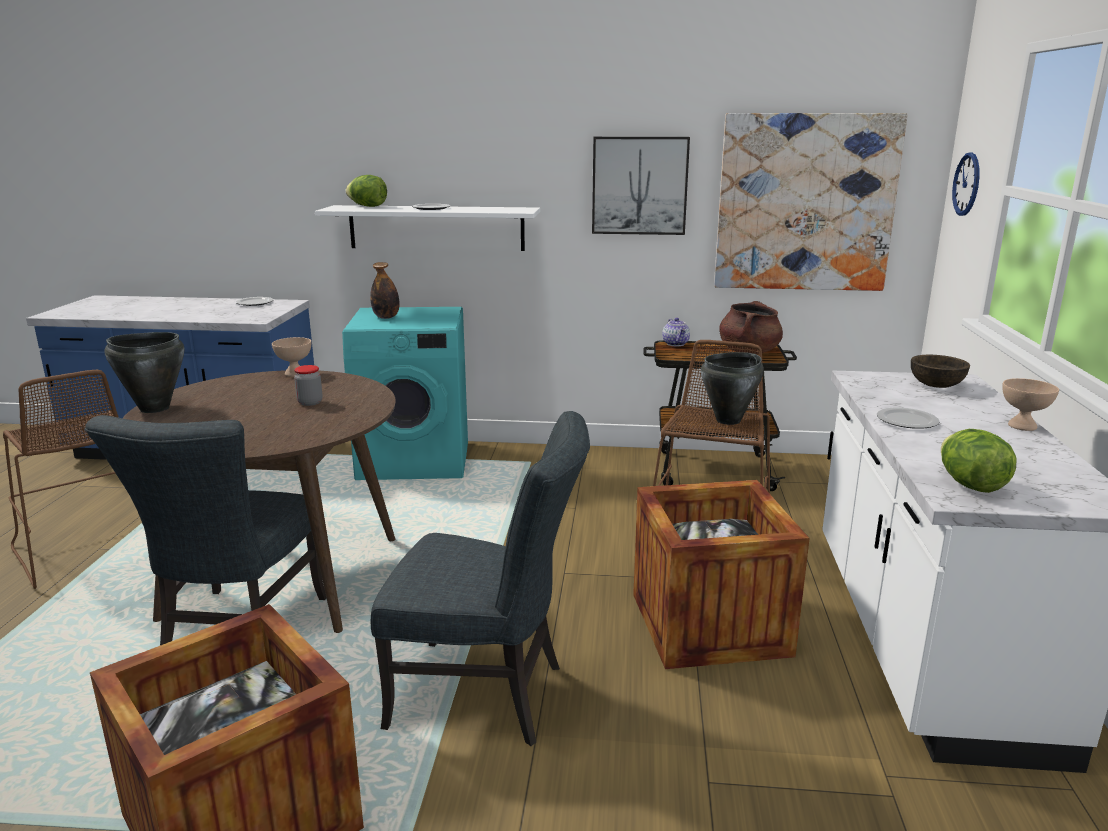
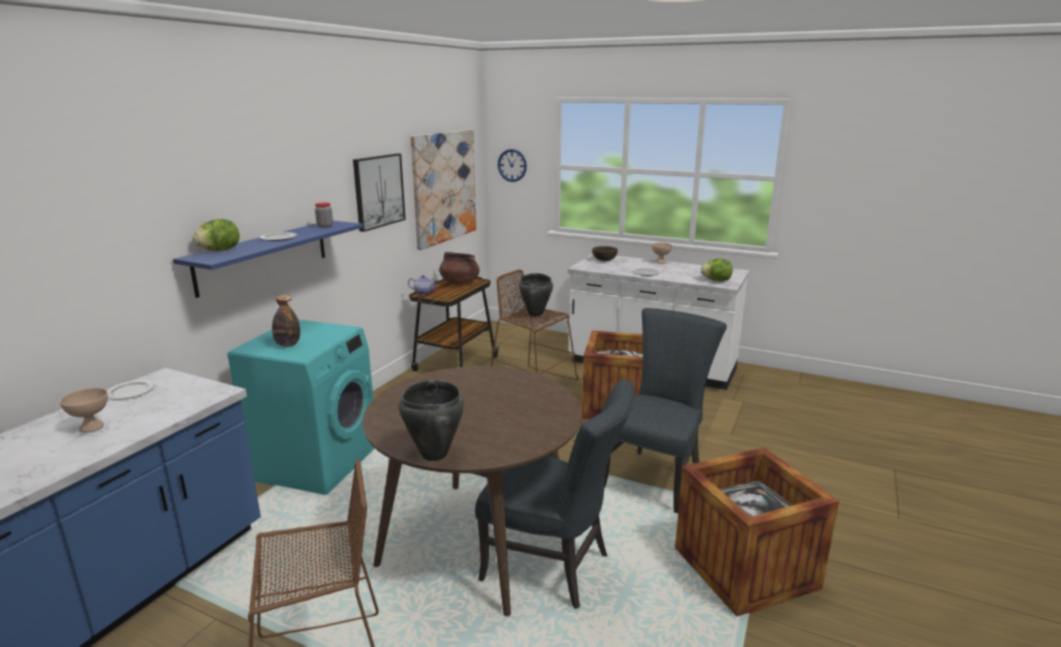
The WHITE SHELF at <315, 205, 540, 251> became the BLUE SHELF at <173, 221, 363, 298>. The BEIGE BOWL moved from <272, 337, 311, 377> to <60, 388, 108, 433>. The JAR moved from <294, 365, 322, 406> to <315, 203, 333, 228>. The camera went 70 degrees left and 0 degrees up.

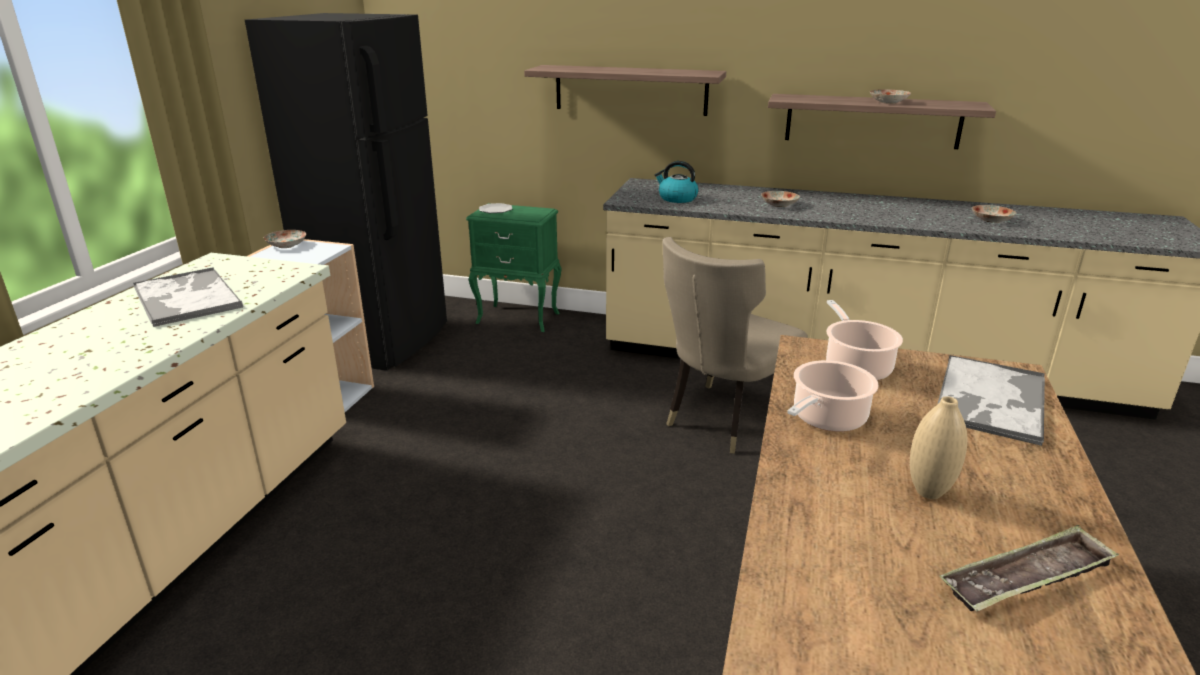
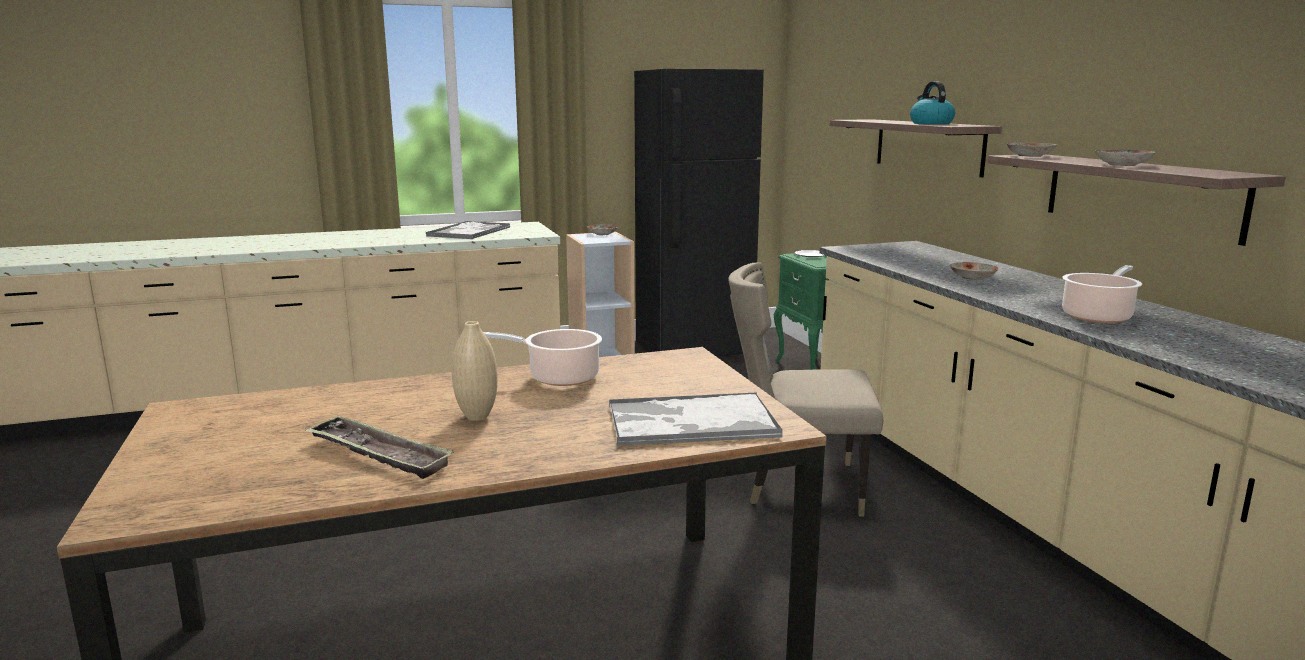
The KETTLE moved from <655, 161, 699, 203> to <910, 81, 955, 124>. The PLATE moved from <972, 205, 1016, 223> to <1007, 143, 1057, 157>. The COOKING POT moved from <826, 300, 903, 380> to <1062, 265, 1142, 323>. The camera went 55 degrees right and 10 degrees down.

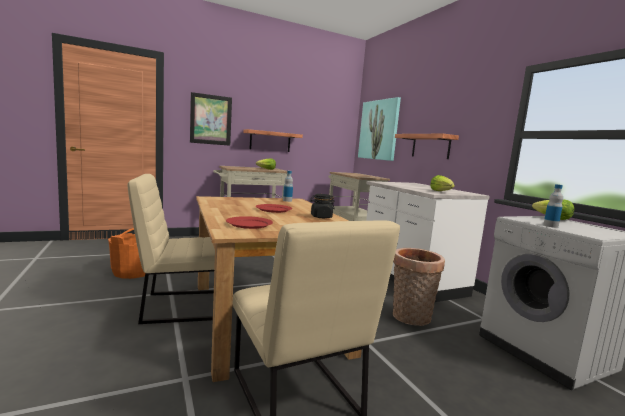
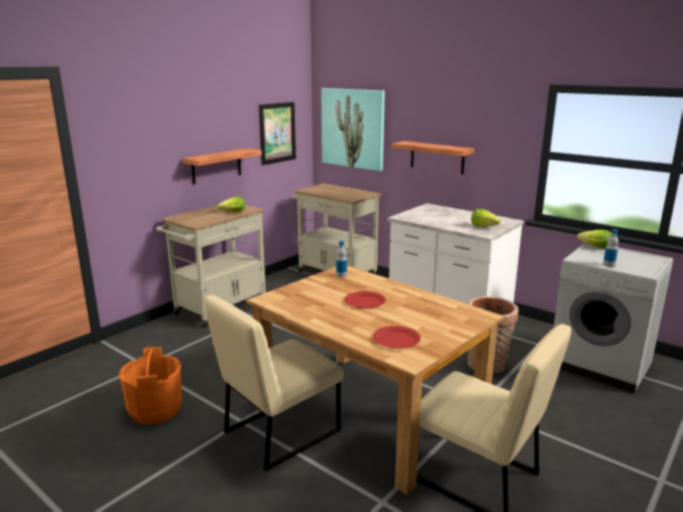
The PICTURE moved from <190, 92, 232, 146> to <259, 102, 296, 165>. The BLACK JAR at <310, 194, 335, 218> disappeared. The camera went 25 degrees left and 10 degrees up.

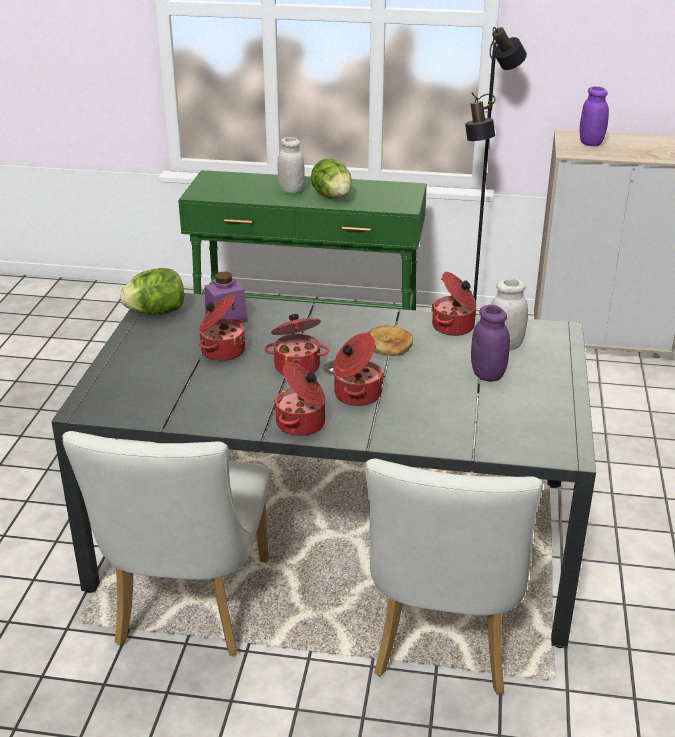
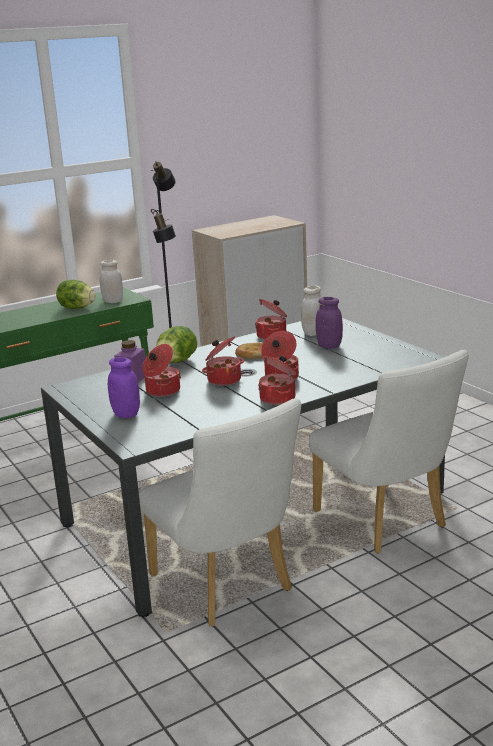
The PURPLE JAR moved from <580, 86, 609, 146> to <108, 357, 140, 418>. The WHITE JAR moved from <278, 137, 305, 194> to <100, 260, 123, 303>. The LETTUCE moved from <120, 268, 184, 315> to <156, 326, 197, 363>. The camera went 40 degrees left and 10 degrees down.

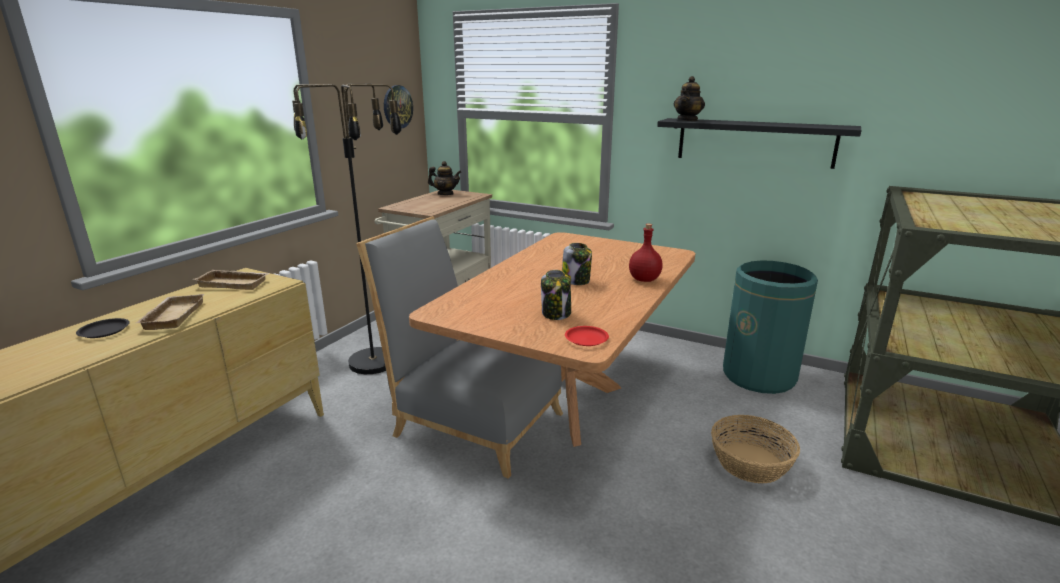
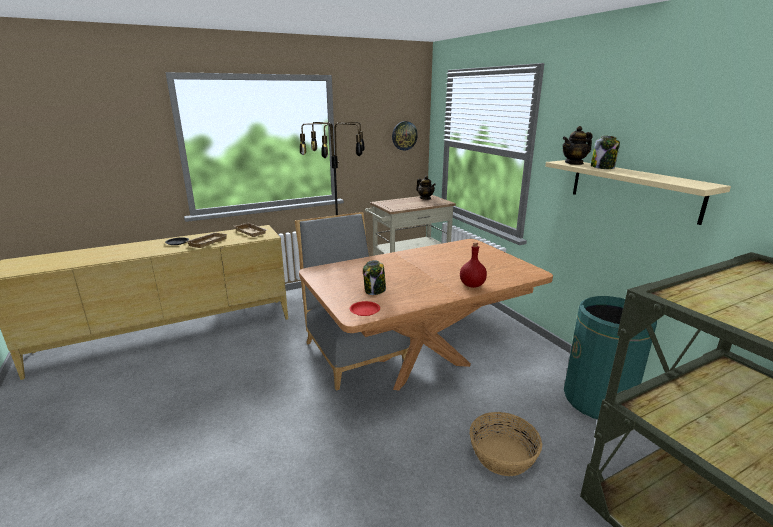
The BLACK SHELF at <657, 118, 862, 169> became the BEIGE SHELF at <545, 160, 731, 225>. The JAR moved from <562, 243, 592, 285> to <591, 136, 620, 169>. The camera went 35 degrees right and 0 degrees up.

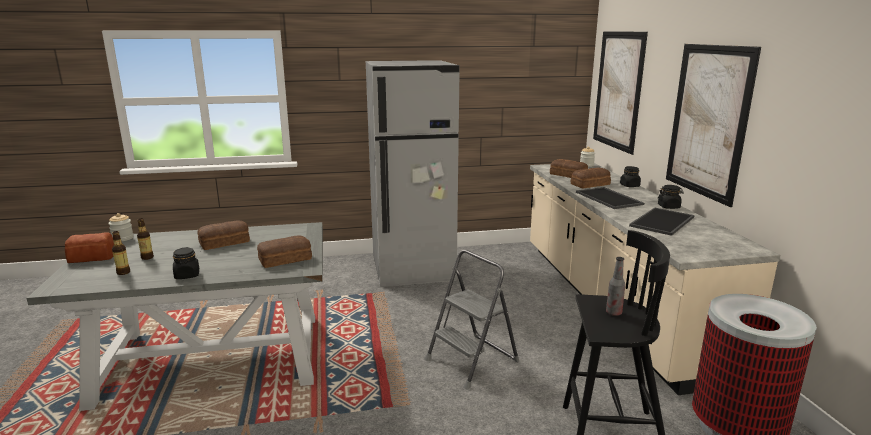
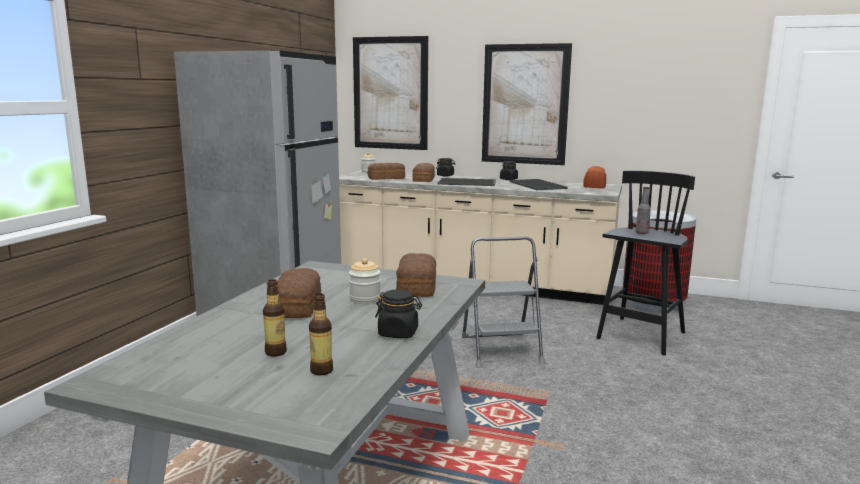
The JAR moved from <108, 213, 134, 241> to <349, 258, 381, 304>. The BREAD moved from <65, 232, 114, 263> to <583, 166, 606, 188>. The camera went 60 degrees left and 5 degrees down.

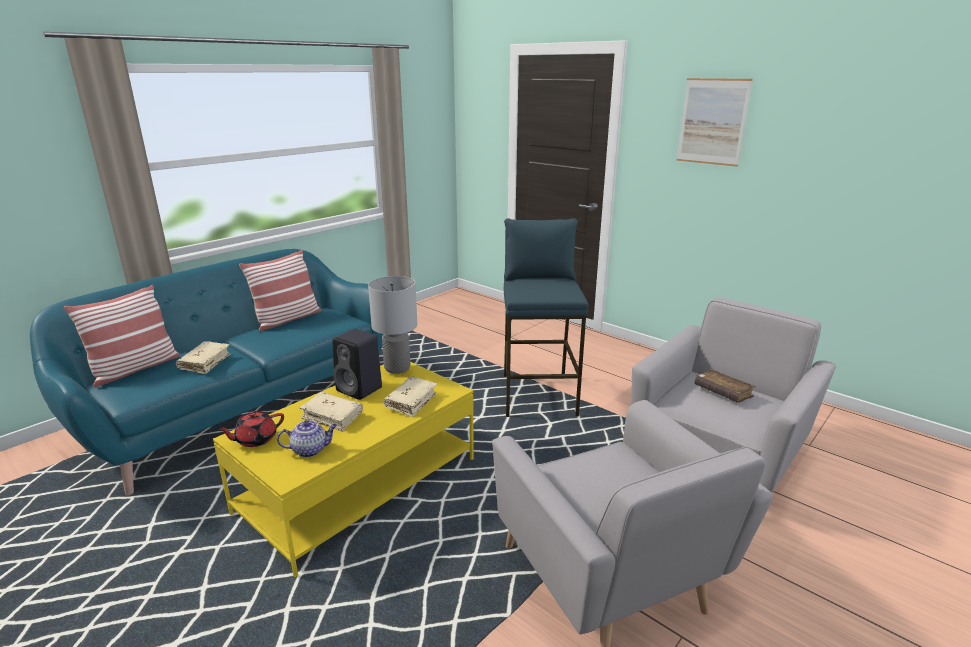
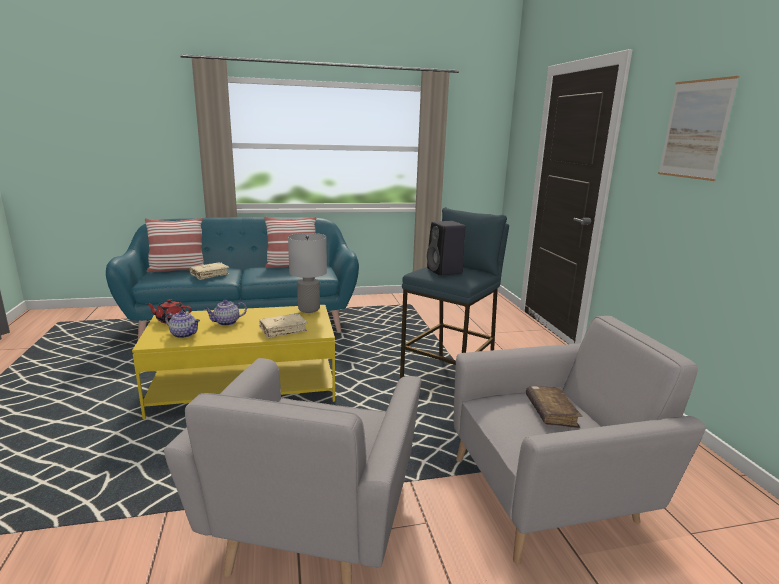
The BLACK SPEAKER moved from <333, 329, 382, 400> to <427, 221, 466, 276>. The BEIGE BOOK at <299, 392, 363, 432> was replaced by the TEAPOT at <204, 300, 247, 326>. The camera went 35 degrees right and 5 degrees down.

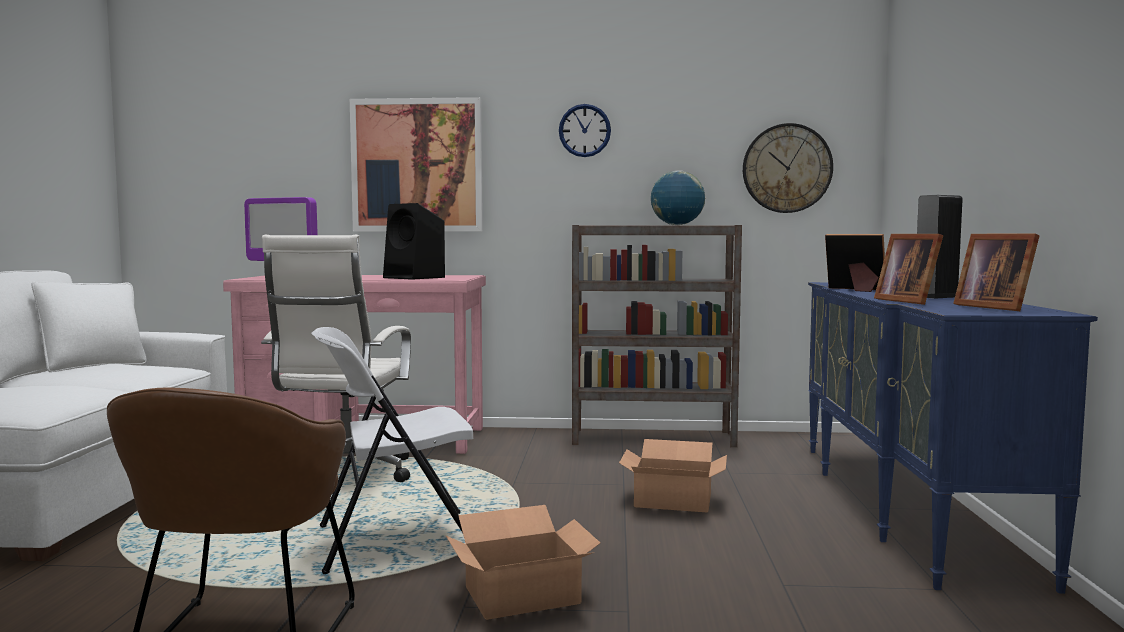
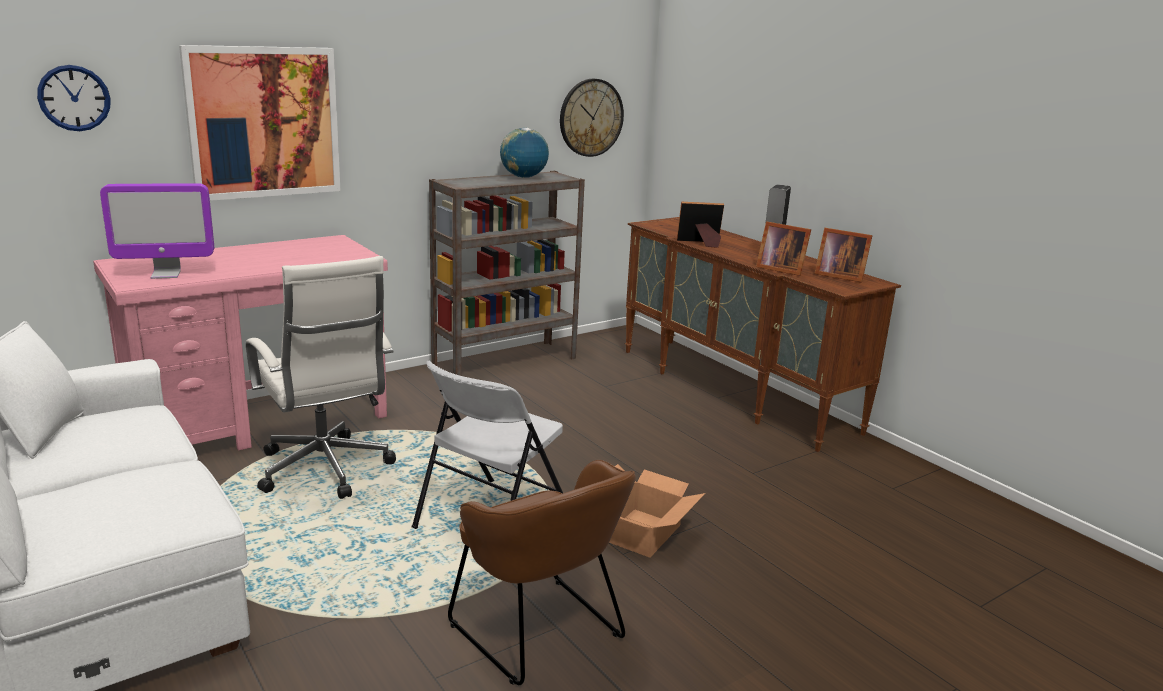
The WALL CLOCK moved from <559, 104, 611, 157> to <37, 65, 111, 131>. The BLACK SPEAKER at <383, 203, 445, 280> disappeared. The BLUE CABINET at <808, 282, 1098, 594> became the BROWN CABINET at <625, 217, 901, 452>. The CARDBOARD BOX at <619, 439, 727, 513> disappeared. The camera went 40 degrees left and 15 degrees up.

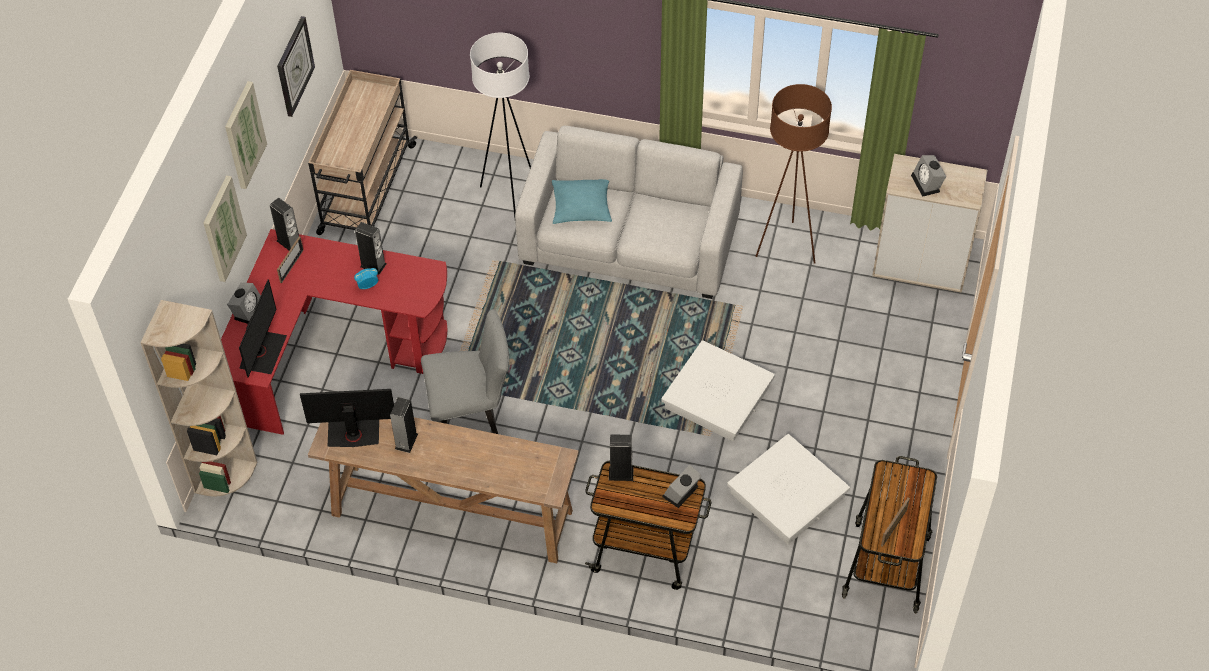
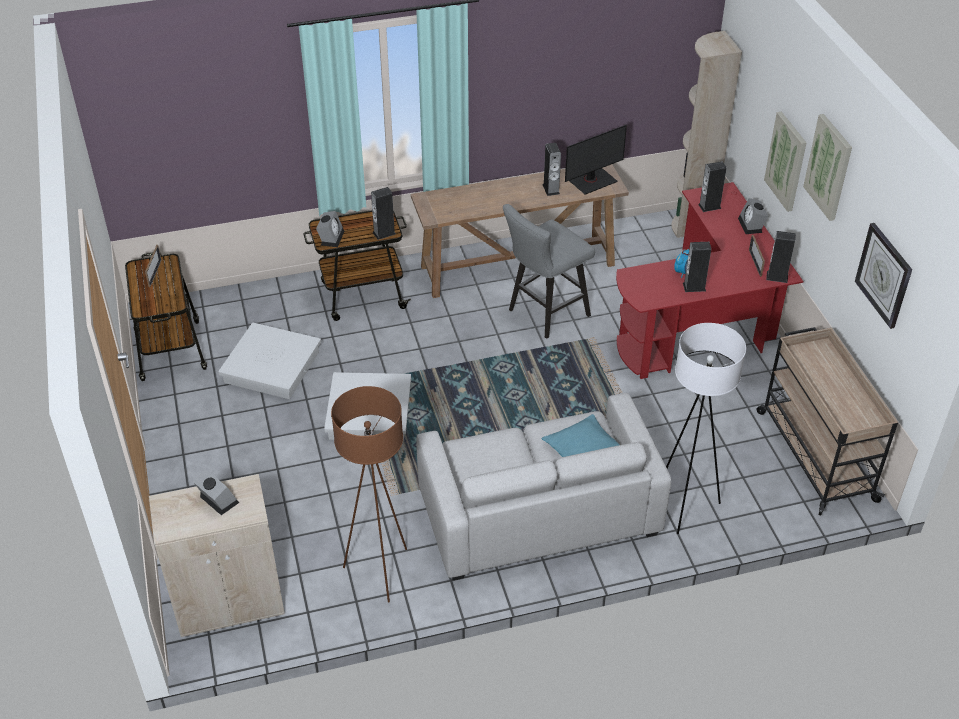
The MONITOR at <239, 279, 287, 377> was replaced by the SPEAKER at <698, 161, 726, 212>. The camera went 150 degrees right and 10 degrees down.

